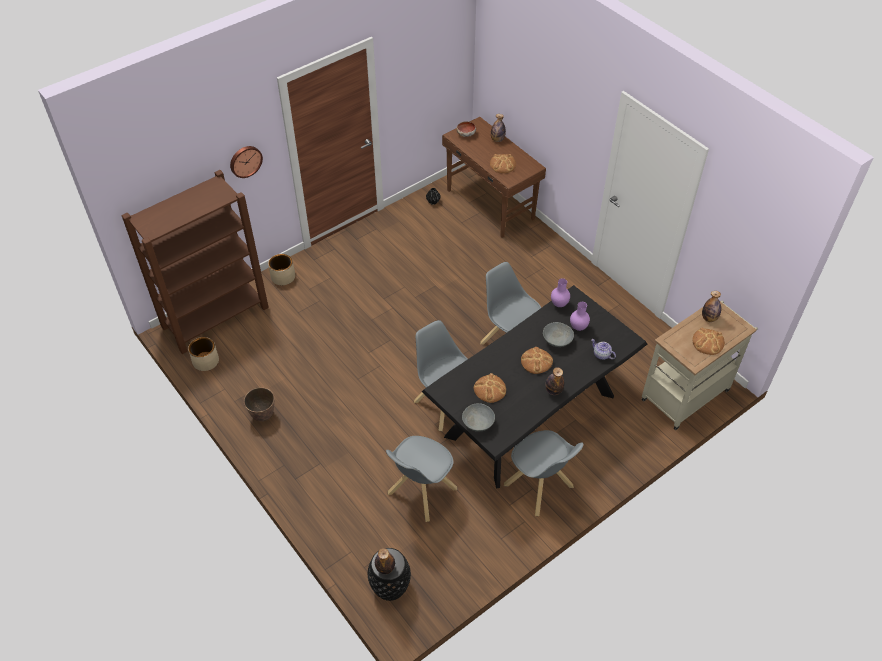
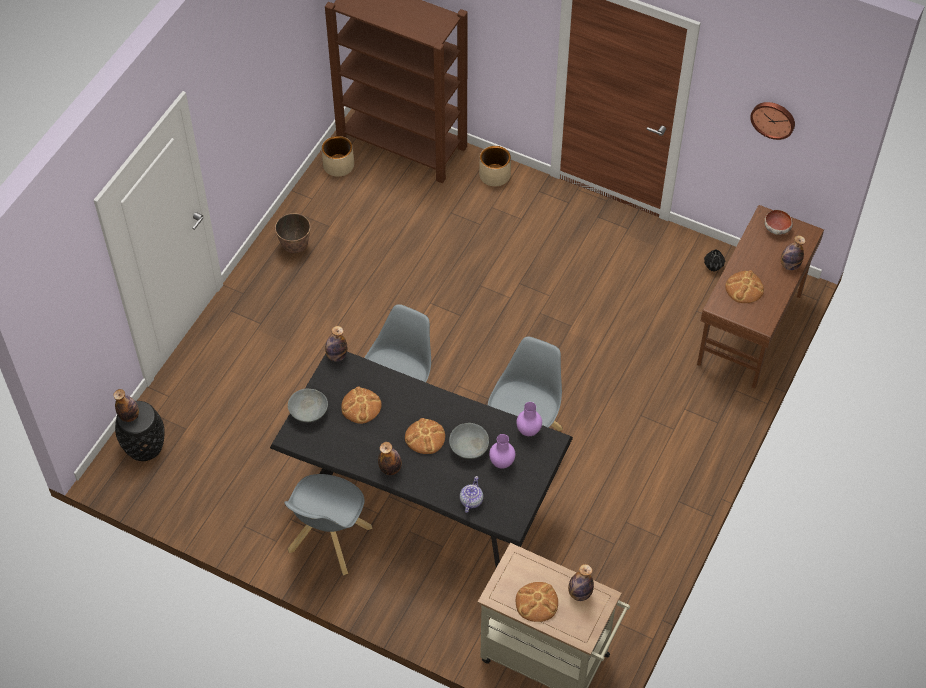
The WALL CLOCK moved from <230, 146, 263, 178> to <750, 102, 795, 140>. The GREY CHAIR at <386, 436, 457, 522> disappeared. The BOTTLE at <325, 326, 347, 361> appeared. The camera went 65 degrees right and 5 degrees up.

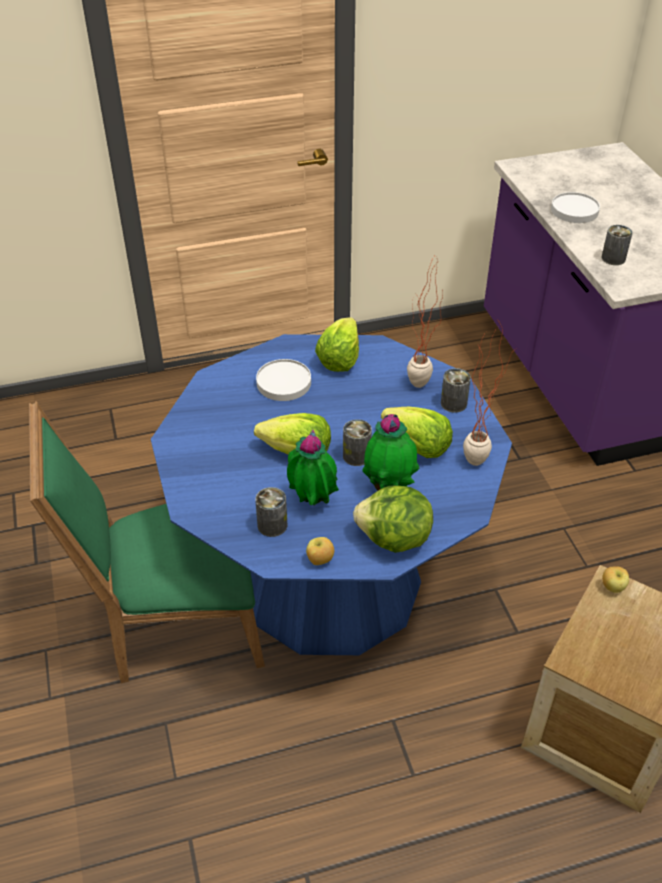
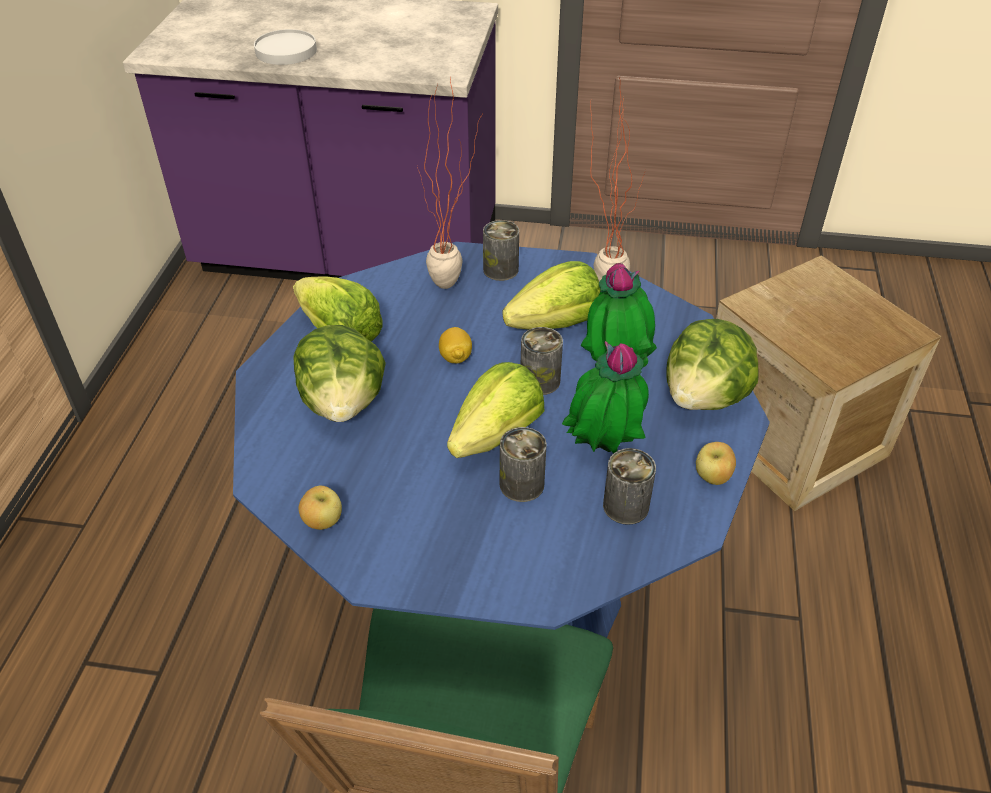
The CAN moved from <602, 225, 633, 265> to <500, 427, 547, 502>. The WHITE PLATE at <256, 359, 311, 401> was replaced by the LETTUCE at <294, 325, 386, 422>. The APPLE moved from <602, 566, 629, 593> to <298, 486, 342, 530>. The LEMON at <439, 327, 472, 363> appeared. The camera went 65 degrees left and 0 degrees up.

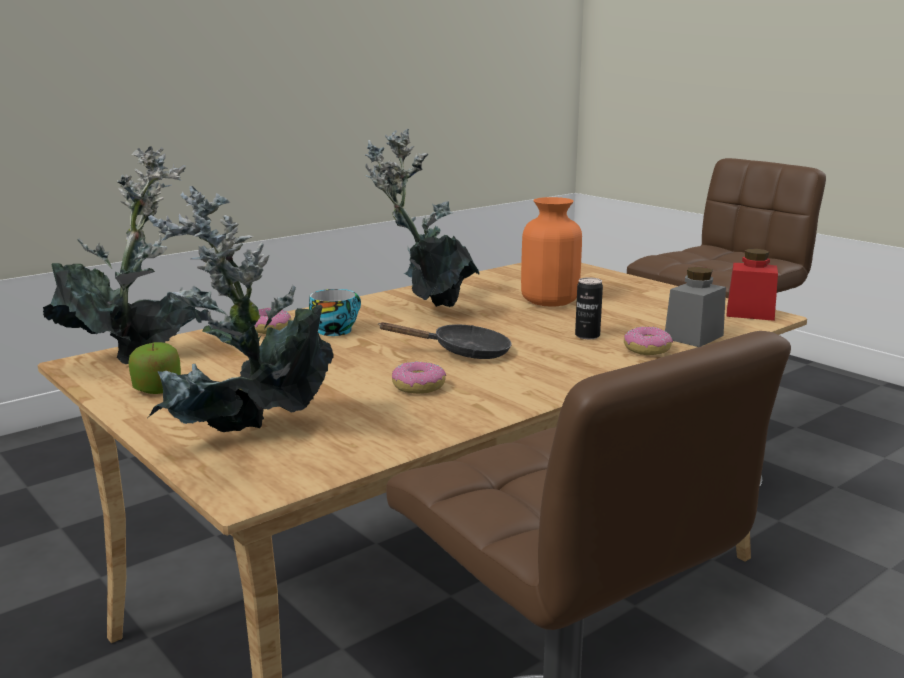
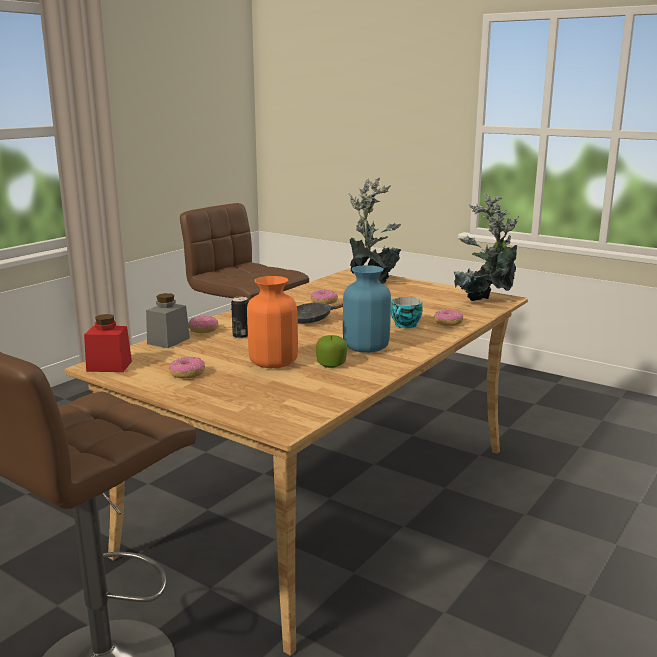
The POTTED PLANT at <364, 129, 479, 307> was replaced by the BLUE VASE at <343, 265, 391, 353>. The APPLE moved from <128, 342, 181, 394> to <316, 335, 347, 368>. The DONUT at <169, 356, 205, 378> appeared. The camera went 165 degrees right and 0 degrees up.

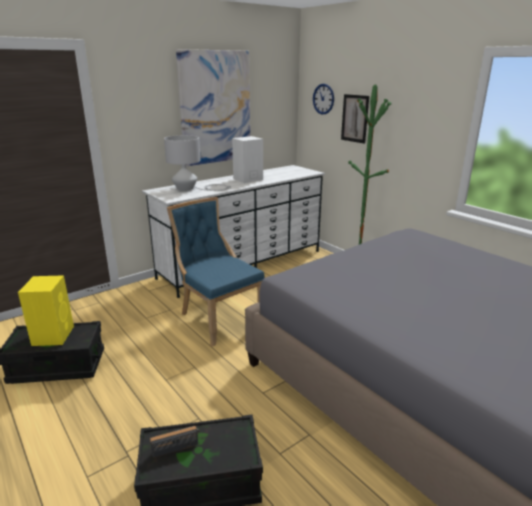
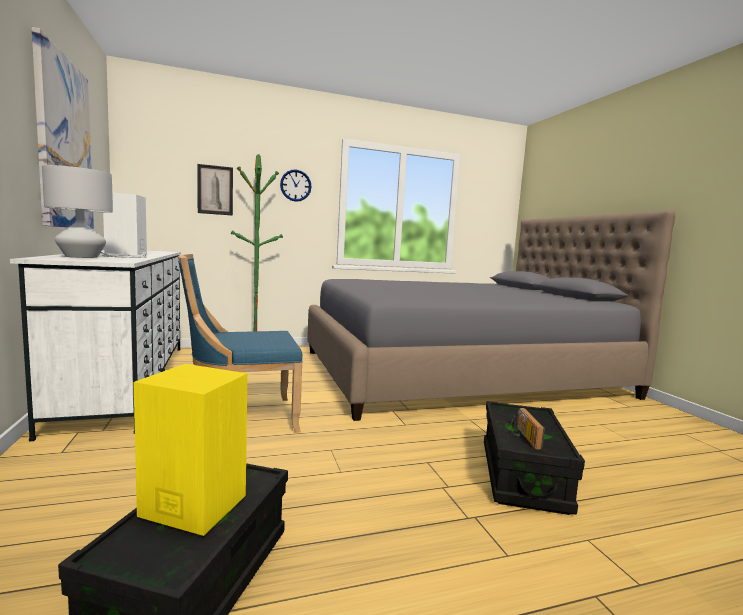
The WALL CLOCK moved from <313, 84, 334, 115> to <280, 169, 311, 202>. The camera went 70 degrees left and 15 degrees down.

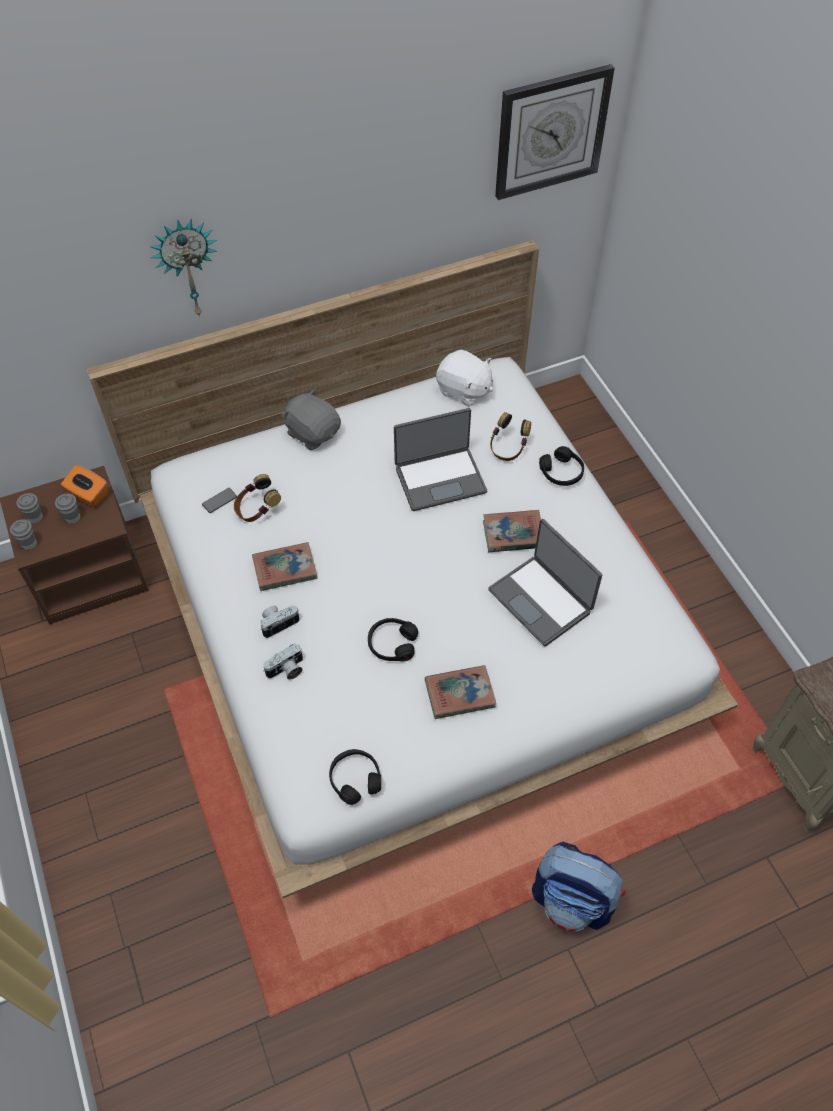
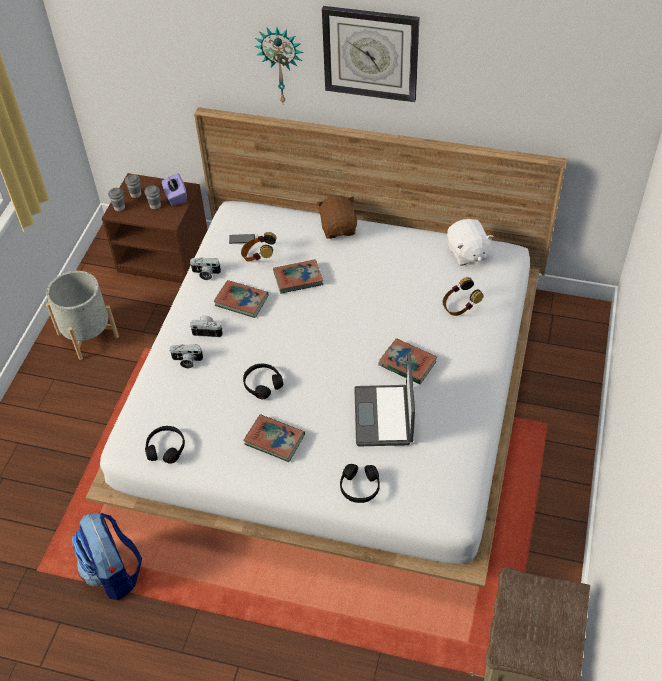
The WALL CLOCK moved from <495, 64, 615, 200> to <322, 6, 419, 102>. The GREY PLUSH TOY at <281, 389, 341, 450> became the BROWN PLUSH TOY at <316, 195, 357, 239>. The LAPTOP at <394, 408, 487, 511> disappeared. The BLACK HEADPHONES moved from <539, 446, 584, 486> to <340, 464, 380, 503>. The ORANGE TISSUE BOX at <61, 465, 108, 507> became the PURPLE TISSUE BOX at <162, 173, 187, 206>. The BACKPACK moved from <532, 842, 625, 932> to <72, 513, 142, 600>. The PHOTO CAMERA at <190, 257, 221, 280> appeared. The BOOK at <273, 259, 323, 294> appeared. The GREY PLANTER at <46, 271, 119, 360> appeared. The camera went 40 degrees right and 5 degrees down.

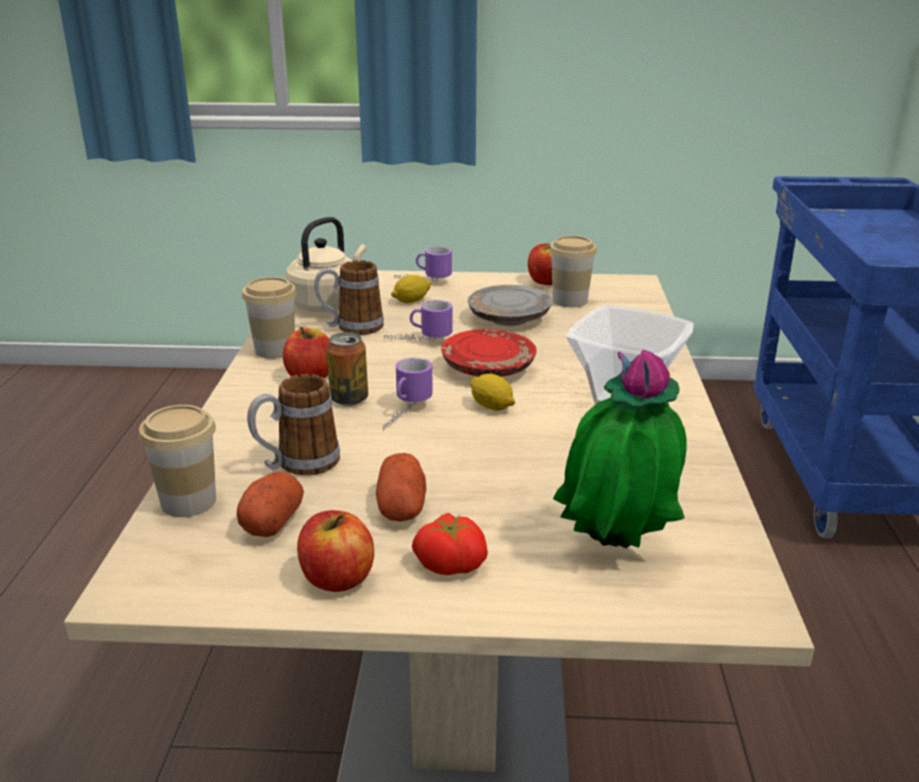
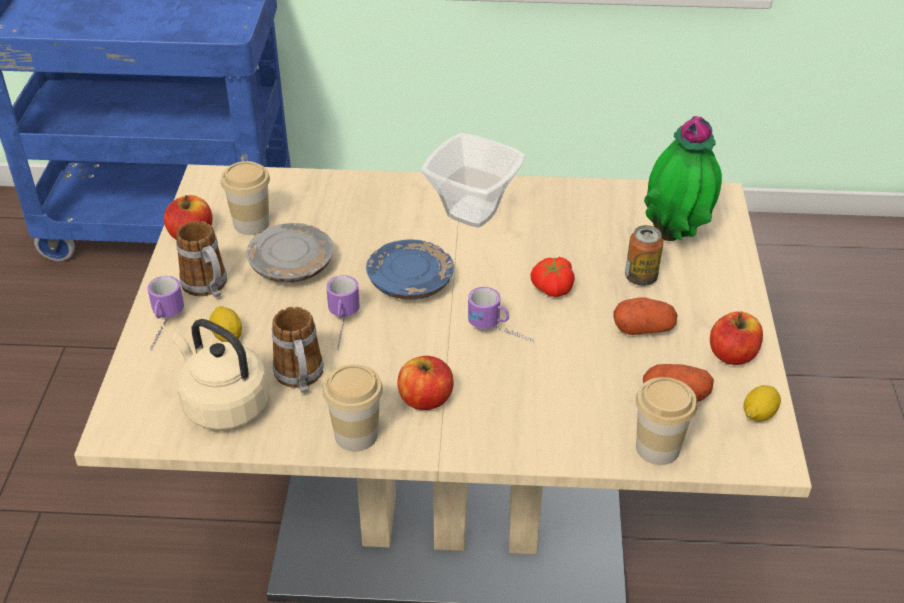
The RED PLATE at <441, 329, 537, 377> became the BLUE PLATE at <366, 239, 454, 299>. The CAN moved from <326, 332, 368, 406> to <625, 225, 664, 286>. The MUG moved from <247, 374, 340, 476> to <176, 221, 227, 297>. The LEMON moved from <470, 374, 515, 411> to <744, 385, 781, 422>. The TOMATO moved from <412, 513, 488, 575> to <530, 257, 575, 297>. The camera went 90 degrees left and 15 degrees up.

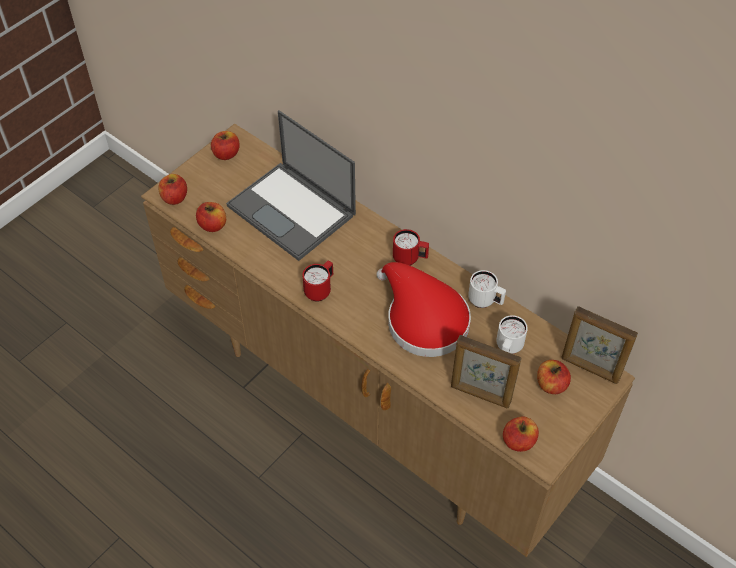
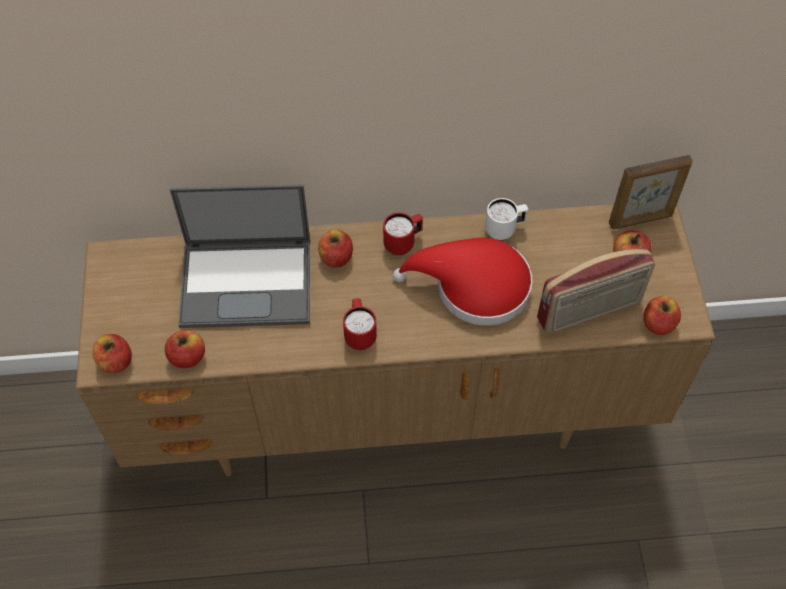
The APPLE moved from <211, 131, 240, 160> to <318, 229, 353, 268>. The WHITE MUG at <496, 315, 528, 354> disappeared. The PICTURE FRAME at <451, 335, 522, 408> was replaced by the RADIO at <537, 247, 655, 334>. The camera went 45 degrees left and 5 degrees up.

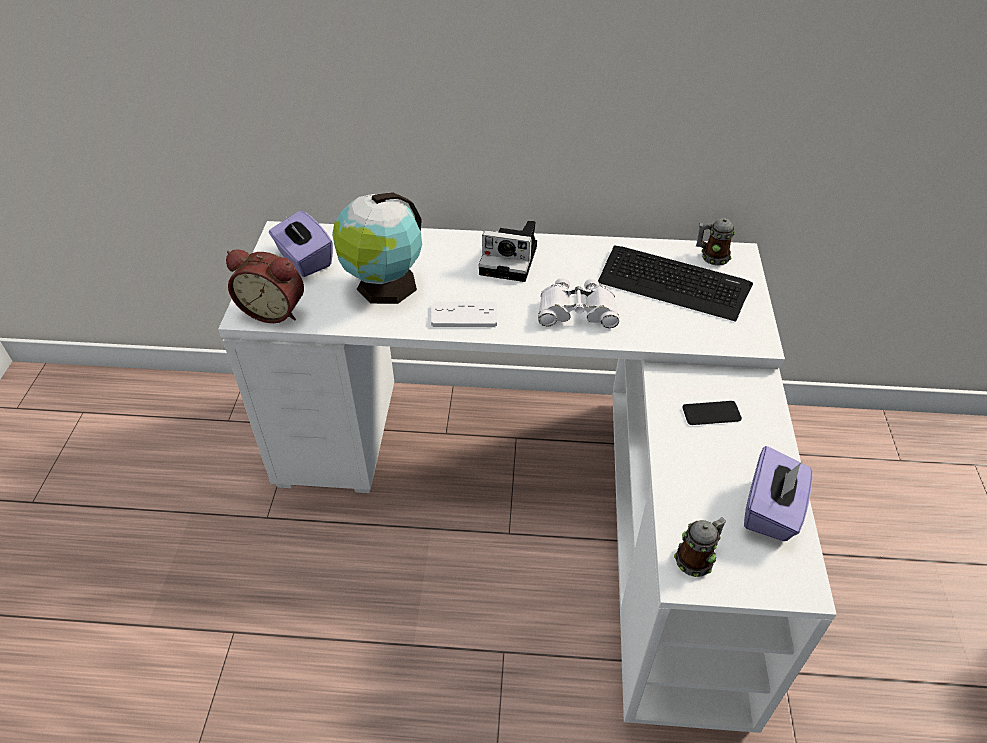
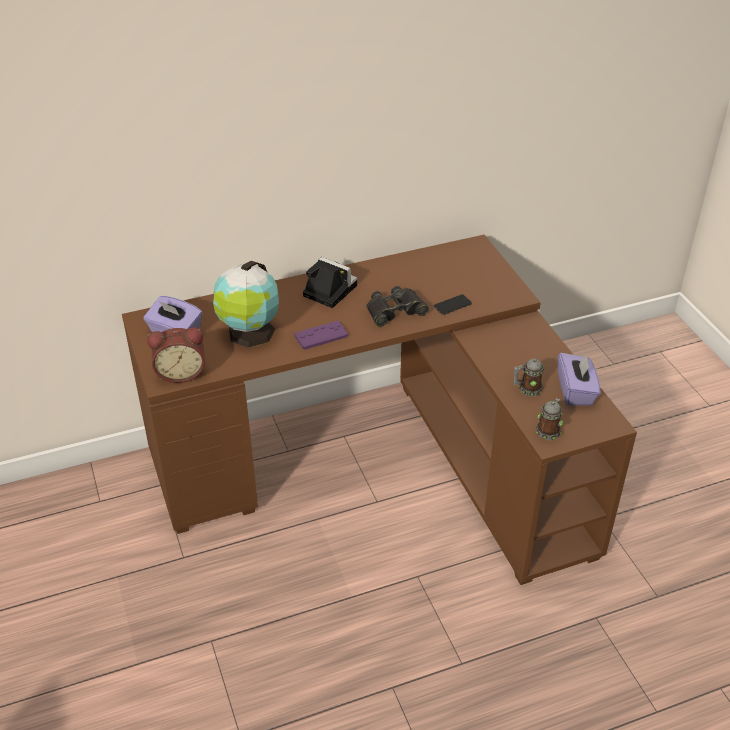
The MUG moved from <696, 218, 735, 266> to <513, 358, 545, 397>. The PHOTO CAMERA at <479, 220, 537, 282> turned 135 degrees counterclockwise. The WHITE DESK at <218, 221, 837, 733> became the BROWN DESK at <122, 235, 637, 585>. The KEYBOARD at <598, 245, 753, 322> disappeared. The WHITE BINOCULARS at <538, 278, 619, 328> became the BLACK BINOCULARS at <366, 286, 429, 327>. The WHITE GAME CONTROLLER at <431, 301, 497, 327> became the PURPLE GAME CONTROLLER at <295, 321, 348, 350>. The PHONE moved from <682, 401, 742, 425> to <434, 294, 472, 315>. The camera went 25 degrees left and 5 degrees down.

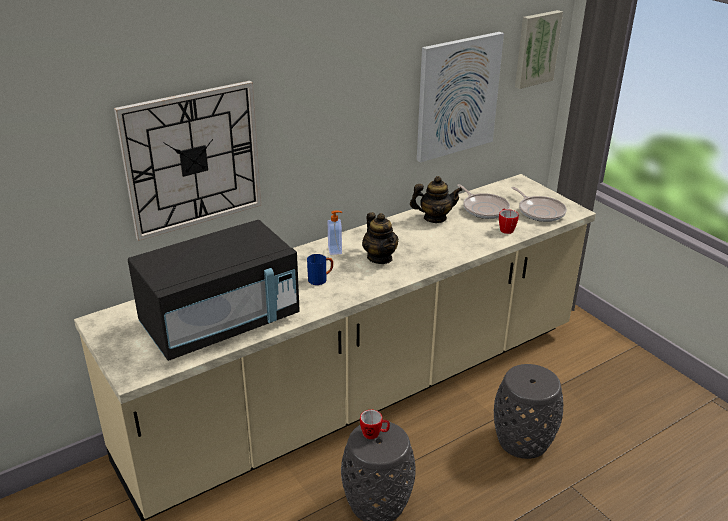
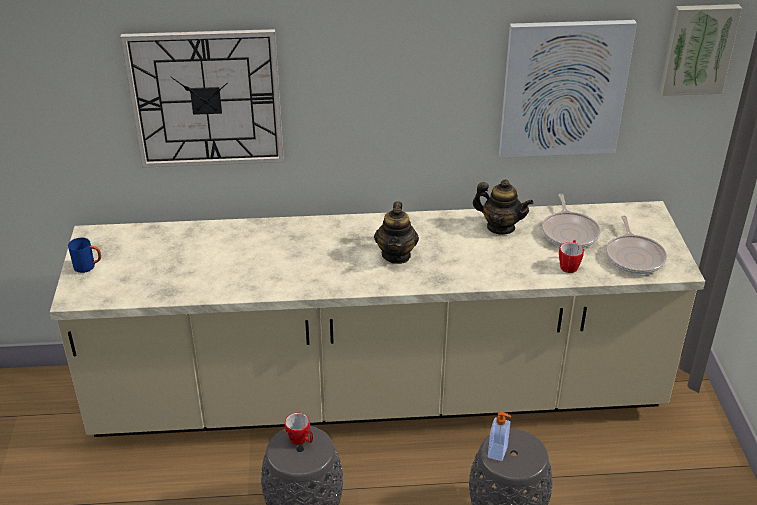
The SOAP DISPENSER moved from <328, 211, 342, 255> to <488, 411, 511, 461>. The BLACK MICROWAVE at <128, 220, 300, 361> disappeared. The BLUE MUG moved from <307, 254, 333, 285> to <68, 238, 101, 273>. The camera went 30 degrees right and 5 degrees up.

